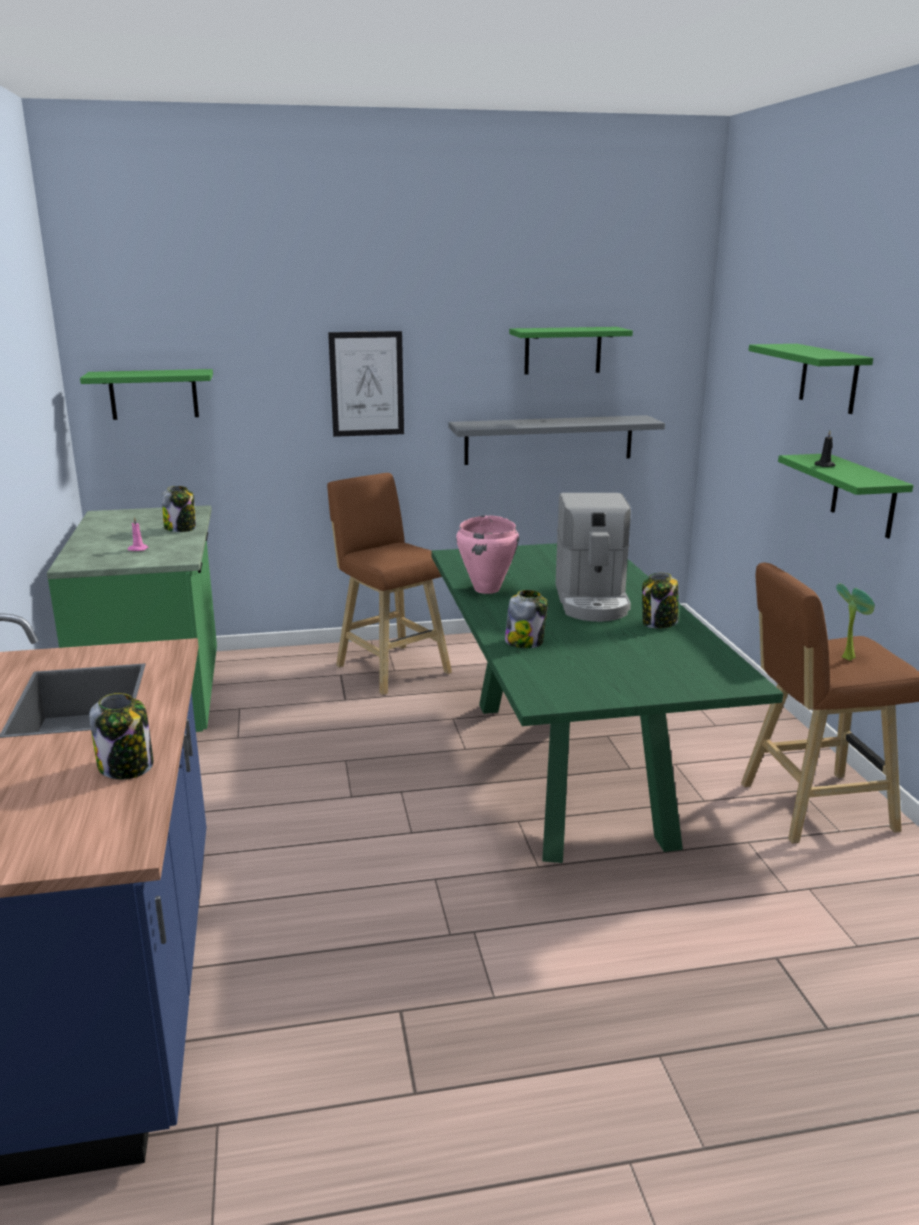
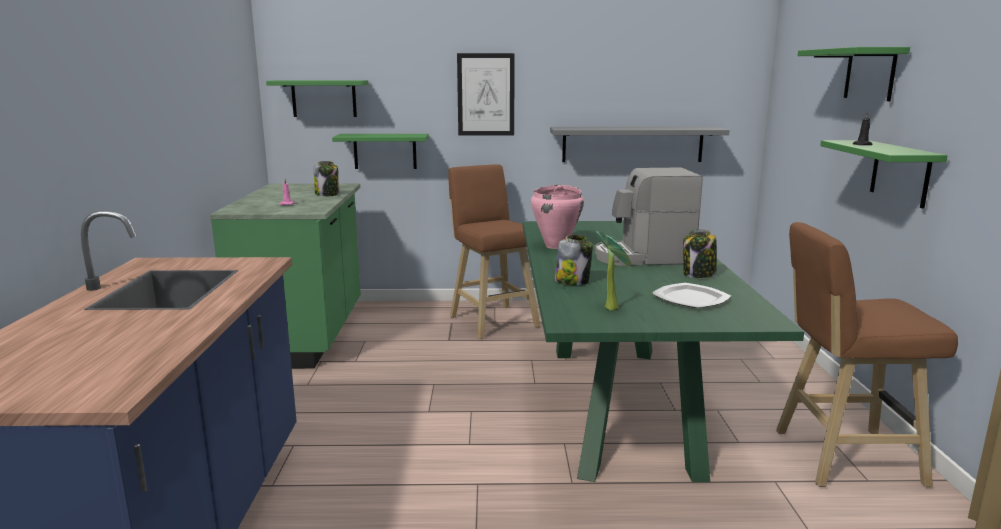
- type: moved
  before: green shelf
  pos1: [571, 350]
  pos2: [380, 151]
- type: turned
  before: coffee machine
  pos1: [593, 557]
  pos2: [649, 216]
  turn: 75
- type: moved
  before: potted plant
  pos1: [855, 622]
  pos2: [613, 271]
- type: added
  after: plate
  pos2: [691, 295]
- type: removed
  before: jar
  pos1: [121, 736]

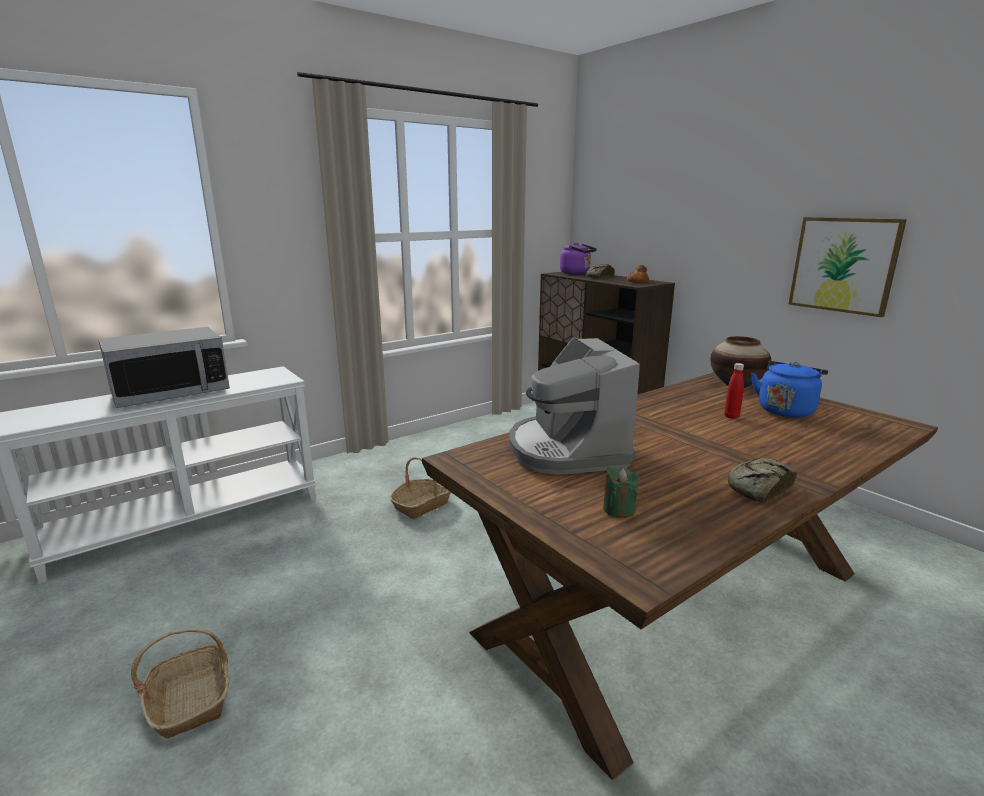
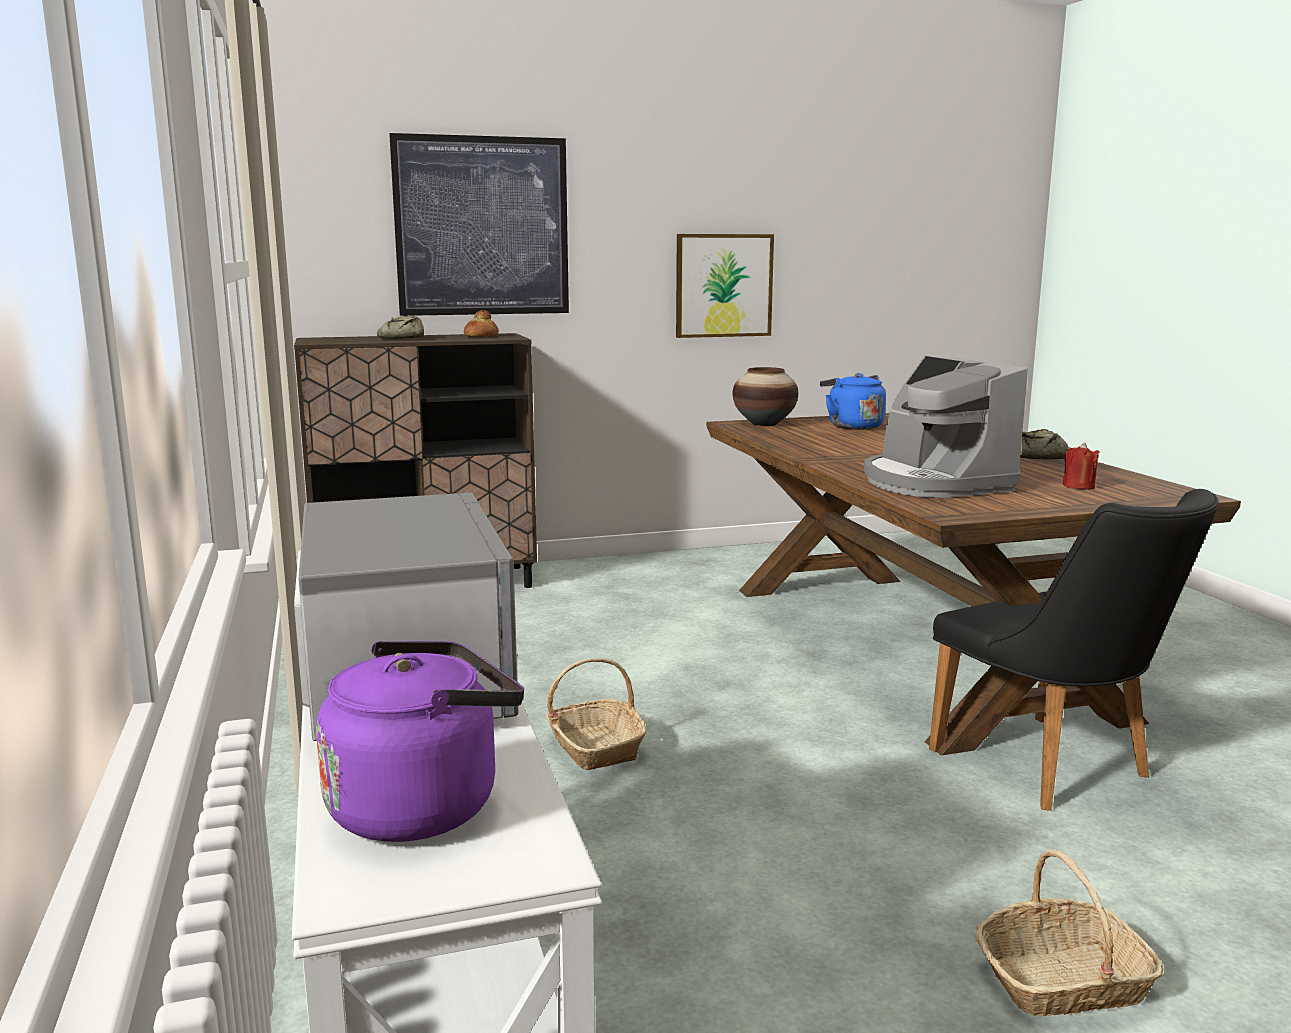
- type: moved
  before: purple kettle
  pos1: [578, 258]
  pos2: [420, 741]
- type: added
  after: picture
  pos2: [479, 224]
- type: turned
  before: coffee machine
  pos1: [574, 406]
  pos2: [946, 427]
  turn: 60
- type: added
  after: black chair
  pos2: [1074, 650]
- type: recoloured
  before: green candle
  after: red candle
  pos1: [620, 492]
  pos2: [1081, 466]
- type: removed
  before: red bottle
  pos1: [734, 391]

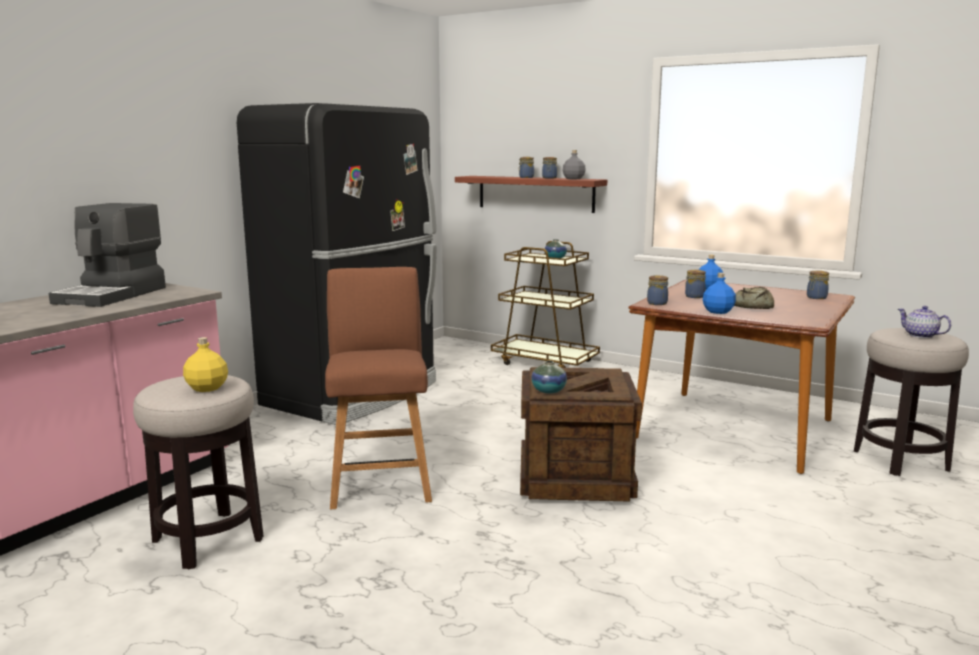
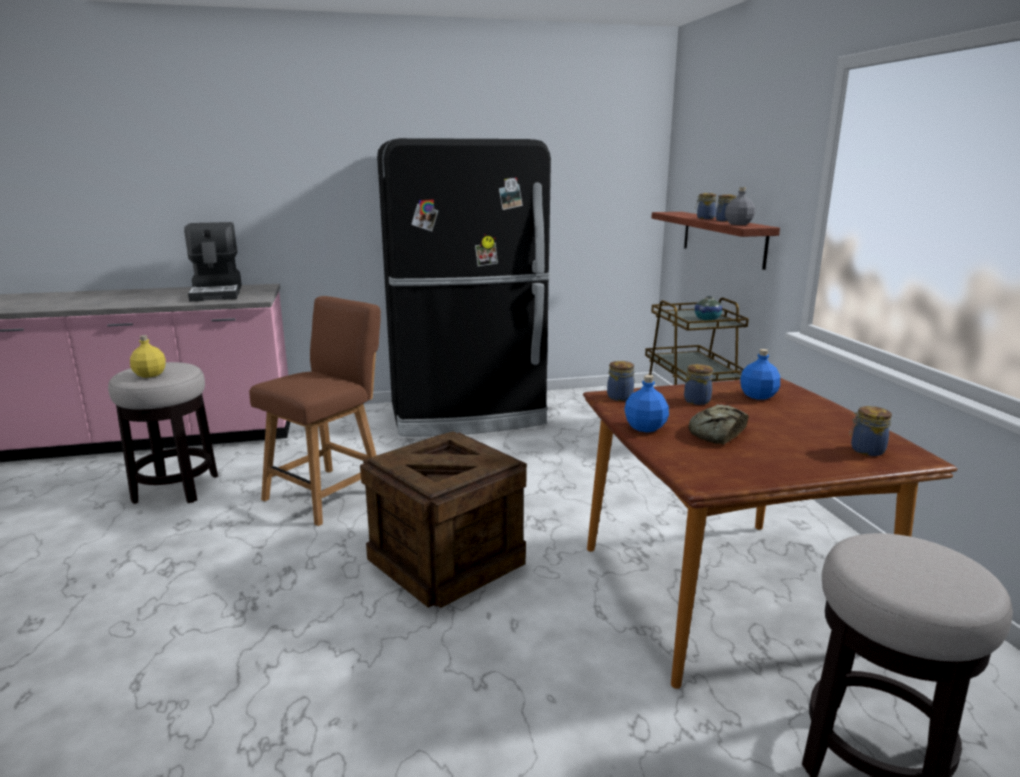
- type: turned
  before: coffee machine
  pos1: [107, 255]
  pos2: [213, 262]
  turn: -75
- type: removed
  before: vase
  pos1: [549, 377]
- type: removed
  before: teapot
  pos1: [924, 322]

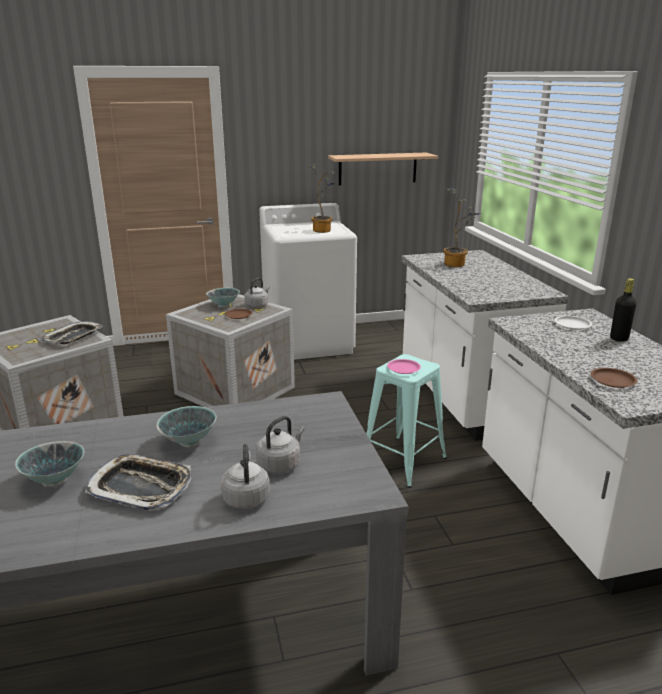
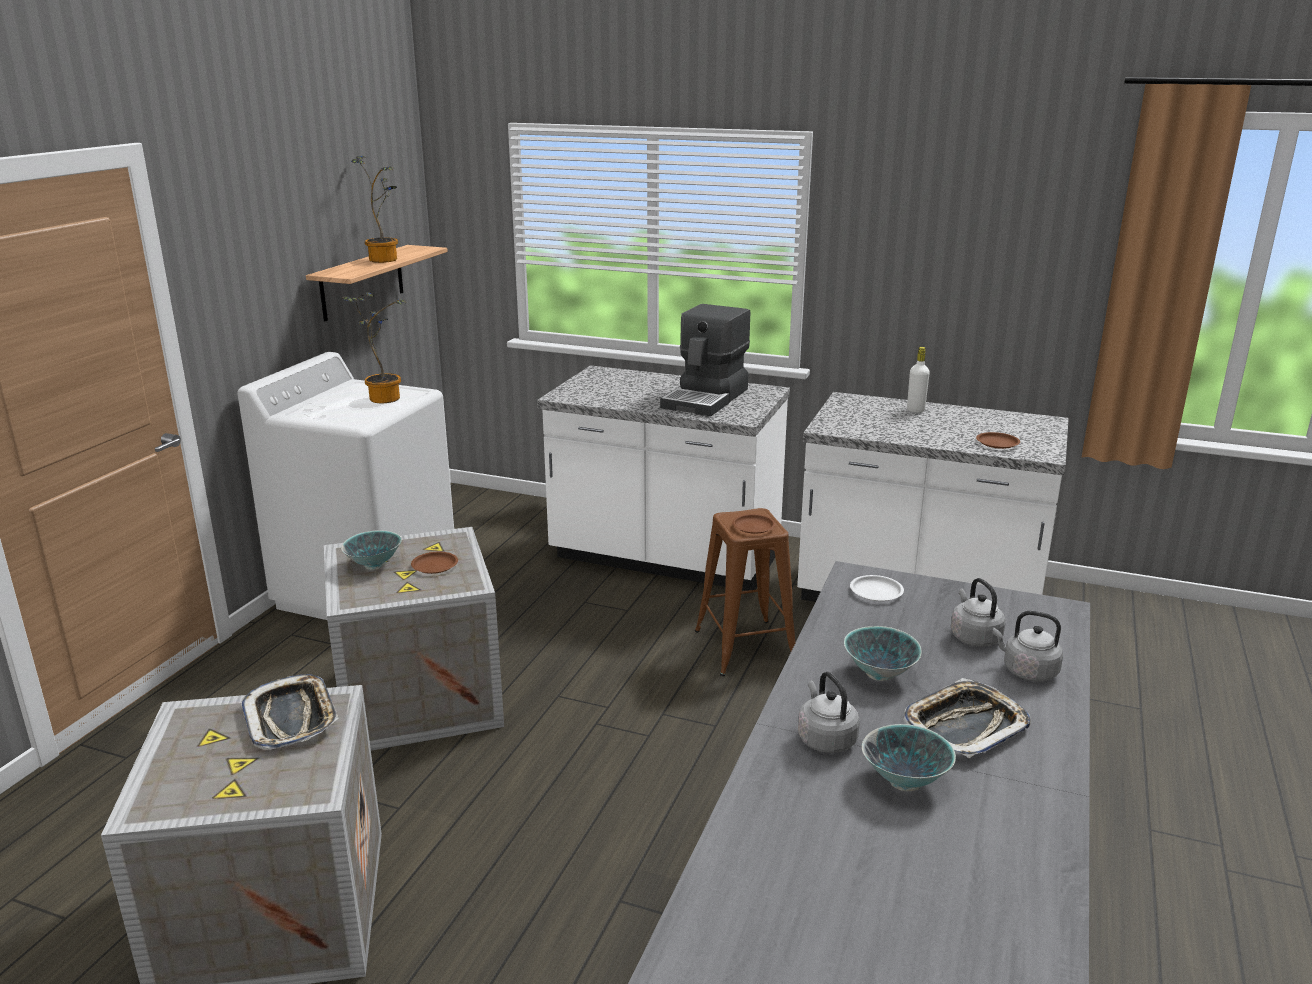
- type: moved
  before: potted plant
  pos1: [462, 227]
  pos2: [374, 209]
- type: added
  after: coffee machine
  pos2: [705, 360]
- type: recoloured
  before: turquoise stool
  after: brown stool
  pos1: [406, 421]
  pos2: [745, 592]
- type: recoloured
  before: pink plate
  after: brown plate
  pos1: [404, 366]
  pos2: [754, 524]
- type: moved
  before: grey kettle
  pos1: [257, 293]
  pos2: [829, 712]
- type: moved
  before: white plate
  pos1: [573, 323]
  pos2: [877, 588]
- type: recoloured
  before: black bottle
  after: white bottle
  pos1: [623, 310]
  pos2: [918, 380]

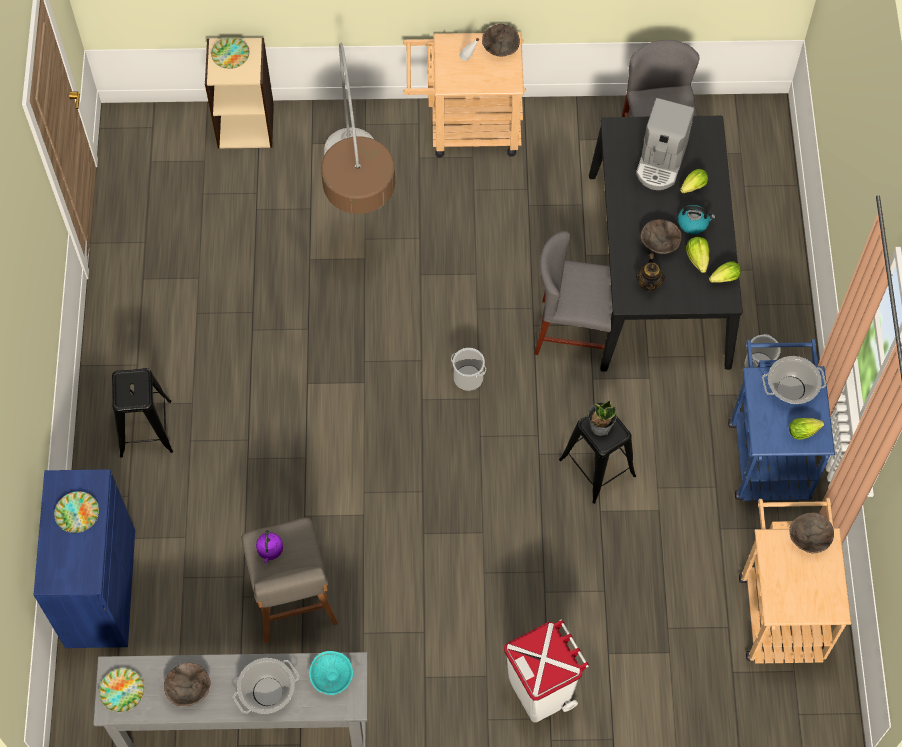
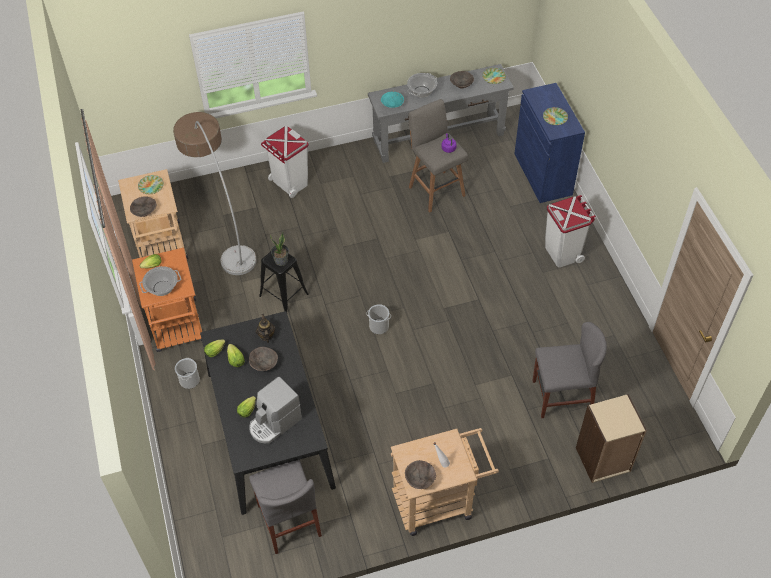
- type: recoloured
  before: blue cart
  after: orange cart
  pos1: [781, 420]
  pos2: [167, 299]
- type: moved
  before: plate
  pos1: [230, 53]
  pos2: [151, 184]
- type: moved
  before: floor lamp
  pos1: [358, 128]
  pos2: [214, 193]
- type: turned
  before: coffee machine
  pos1: [665, 144]
  pos2: [275, 410]
  turn: -135
- type: moved
  before: grey chair
  pos1: [573, 293]
  pos2: [569, 370]
- type: replaced
  before: black stool
  after: white trash can
  pos1: [142, 413]
  pos2: [570, 231]
- type: removed
  before: kettle
  pos1: [696, 219]

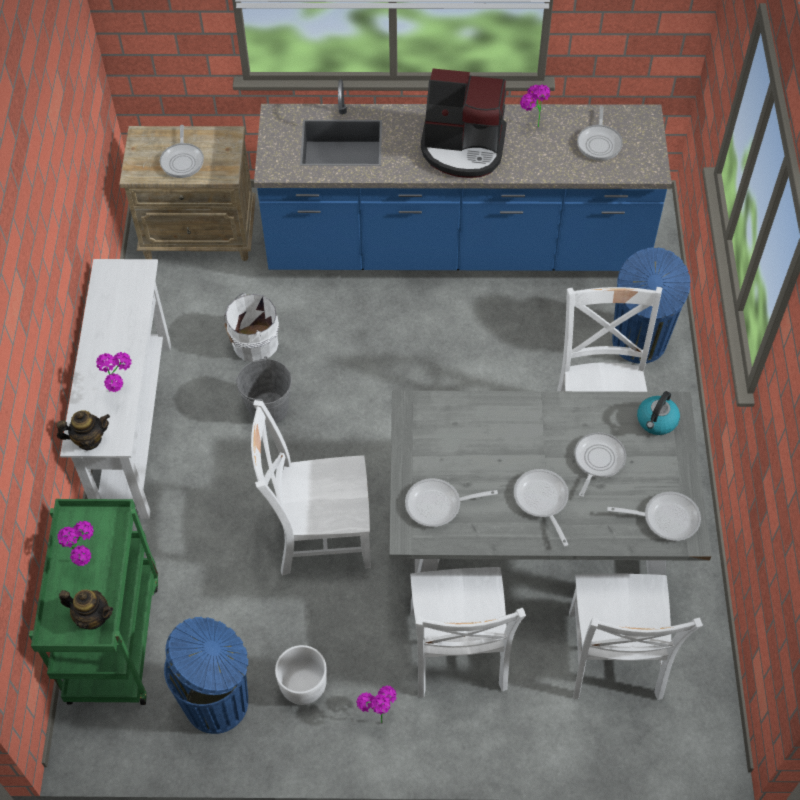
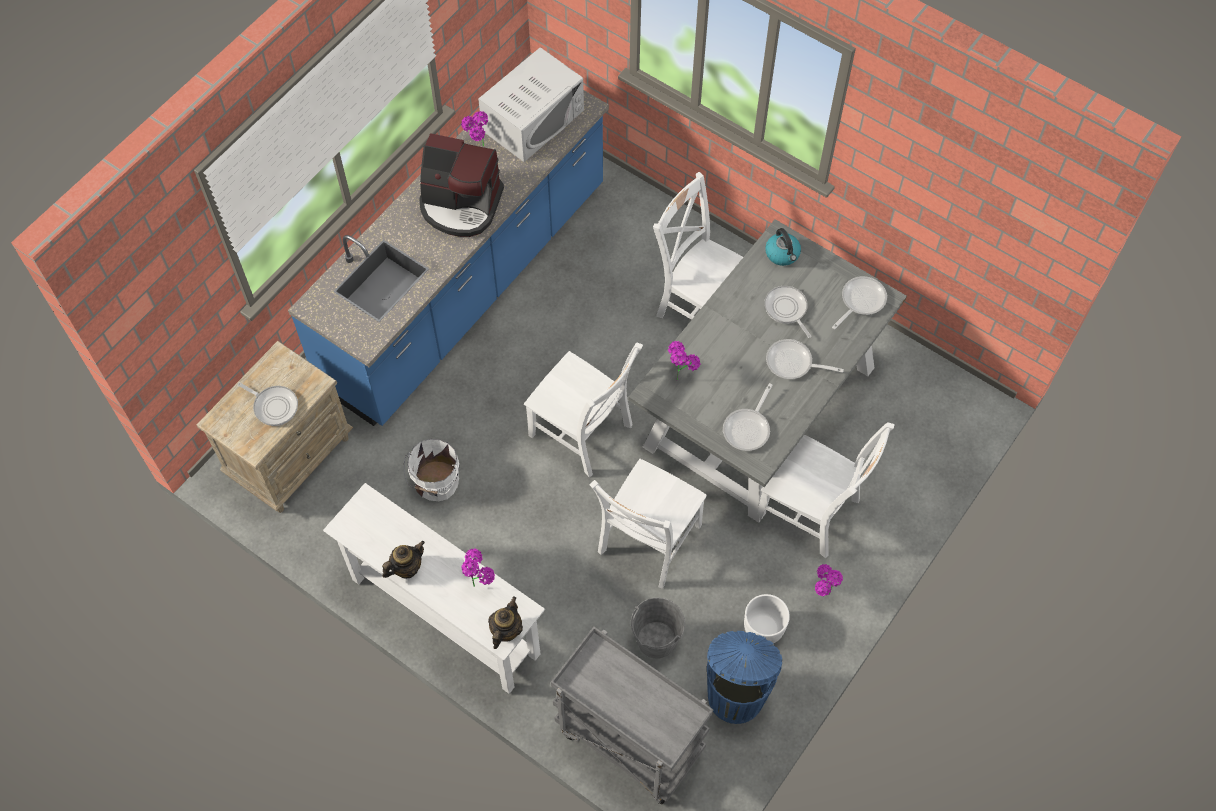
- type: moved
  before: teapot
  pos1: [86, 610]
  pos2: [403, 559]
- type: turned
  before: coffee machine
  pos1: [464, 123]
  pos2: [461, 185]
  turn: 60
- type: replaced
  before: frying pan
  after: white microwave
  pos1: [600, 133]
  pos2: [531, 104]
- type: moved
  before: white chair
  pos1: [636, 636]
  pos2: [583, 409]
- type: recoloured
  before: green cart
  after: grey cart
  pos1: [93, 602]
  pos2: [632, 716]
- type: moved
  before: grey bucket
  pos1: [263, 391]
  pos2: [658, 628]
- type: moved
  before: potted plant
  pos1: [75, 543]
  pos2: [684, 360]
- type: removed
  before: blue trash can
  pos1: [651, 305]

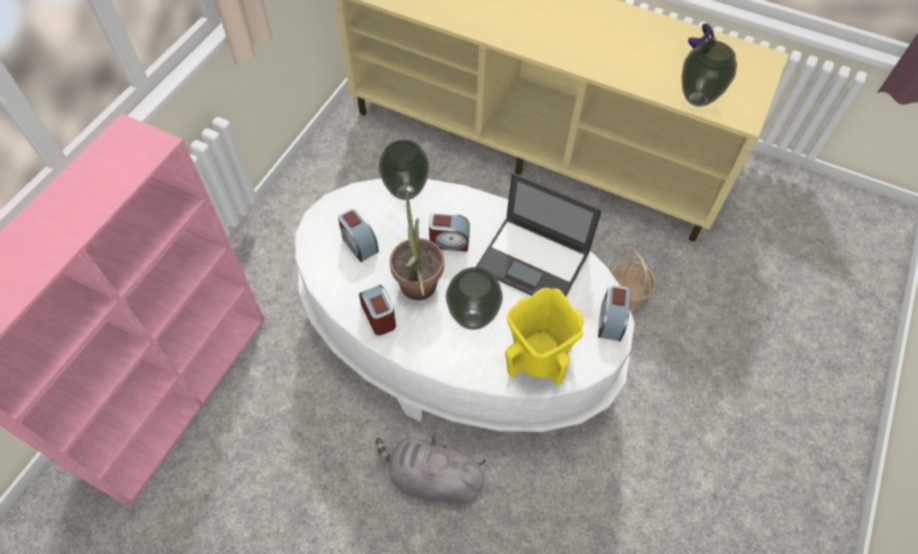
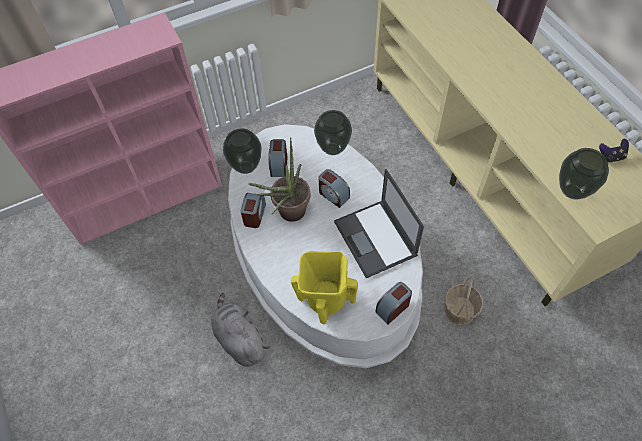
- type: moved
  before: vase
  pos1: [474, 298]
  pos2: [242, 151]

